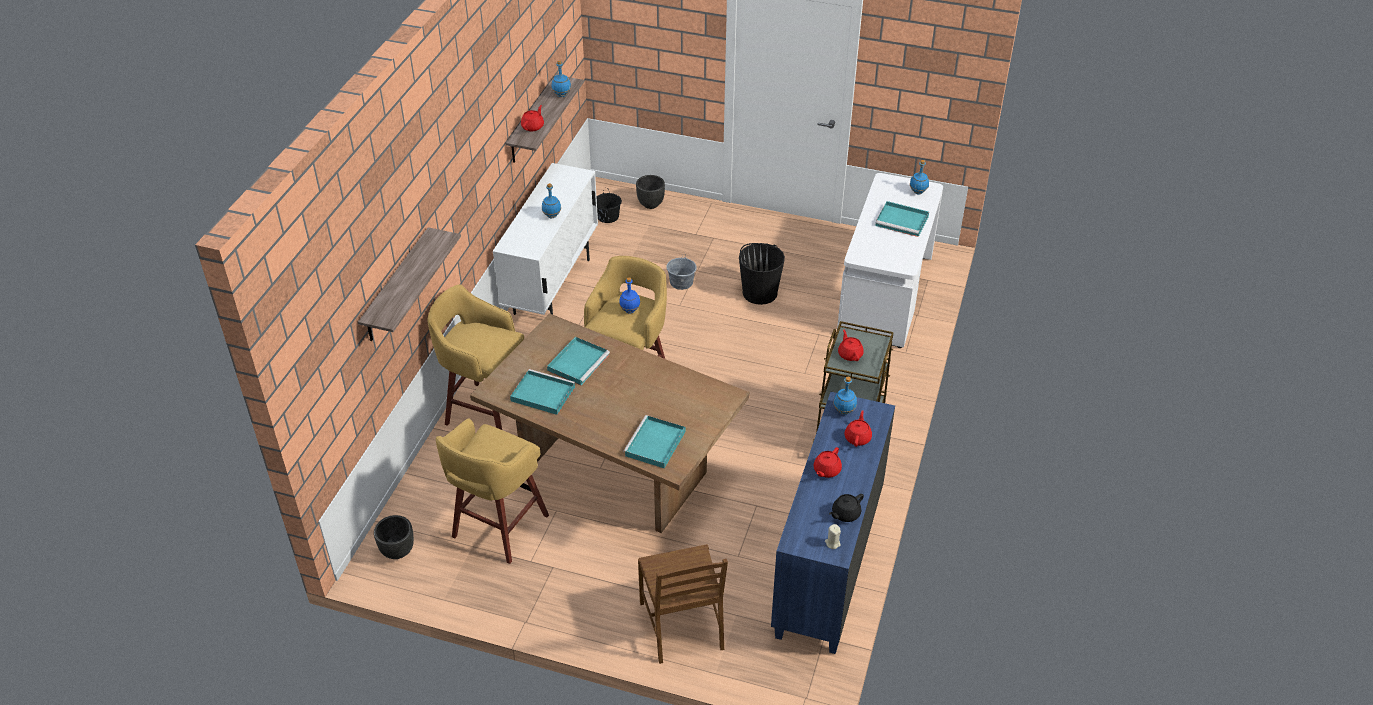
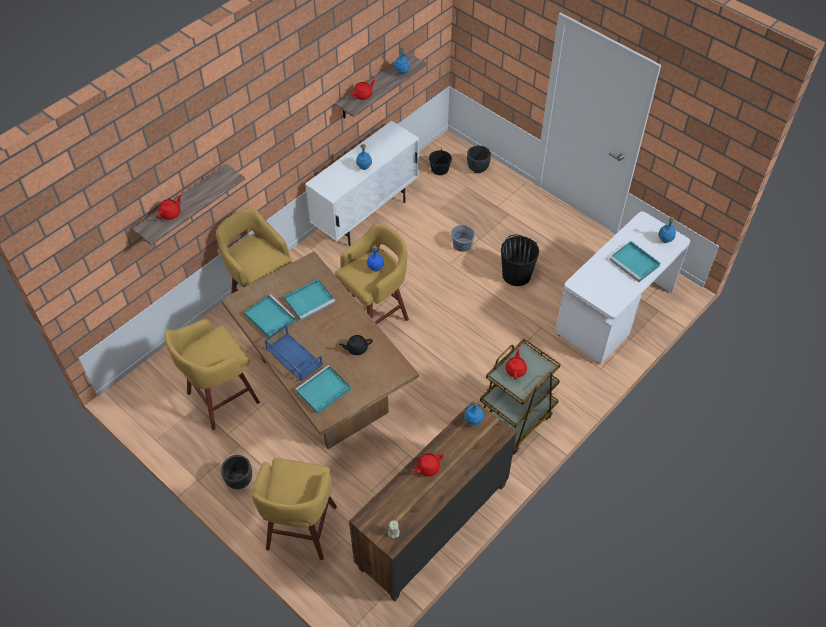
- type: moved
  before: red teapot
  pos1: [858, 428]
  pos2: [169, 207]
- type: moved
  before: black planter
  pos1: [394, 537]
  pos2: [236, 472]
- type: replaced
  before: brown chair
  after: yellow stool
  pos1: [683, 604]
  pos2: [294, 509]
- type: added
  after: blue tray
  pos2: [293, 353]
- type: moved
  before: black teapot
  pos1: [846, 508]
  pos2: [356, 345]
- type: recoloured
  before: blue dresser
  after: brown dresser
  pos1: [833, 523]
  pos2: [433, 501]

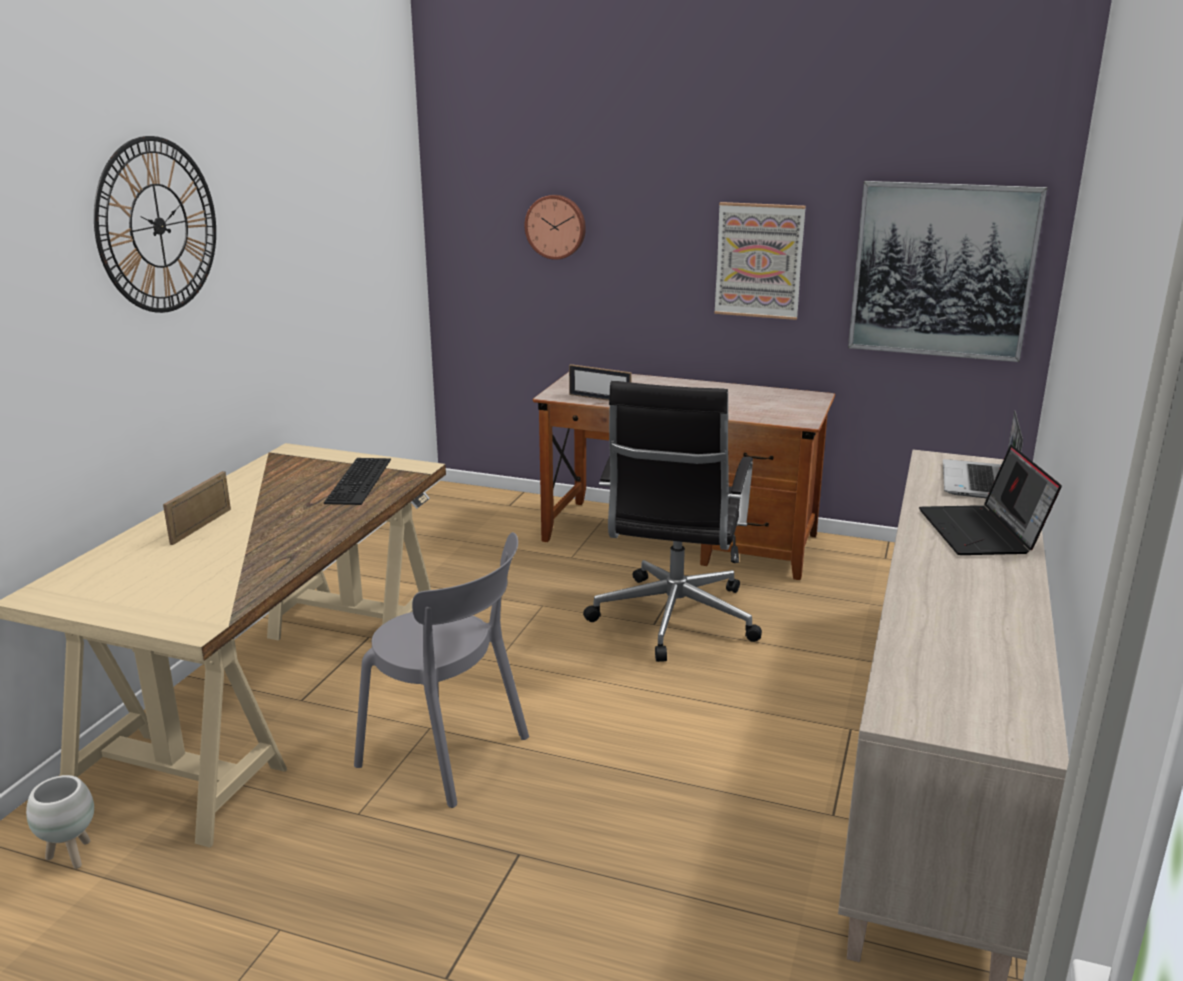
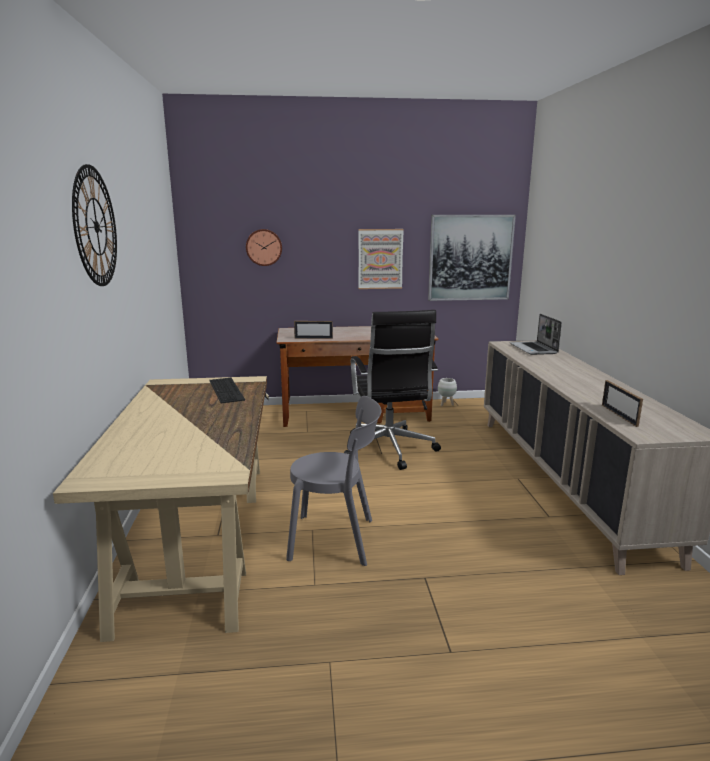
- type: moved
  before: white planter
  pos1: [60, 822]
  pos2: [447, 392]
- type: moved
  before: picture frame
  pos1: [197, 508]
  pos2: [622, 403]
- type: removed
  before: laptop
  pos1: [990, 500]

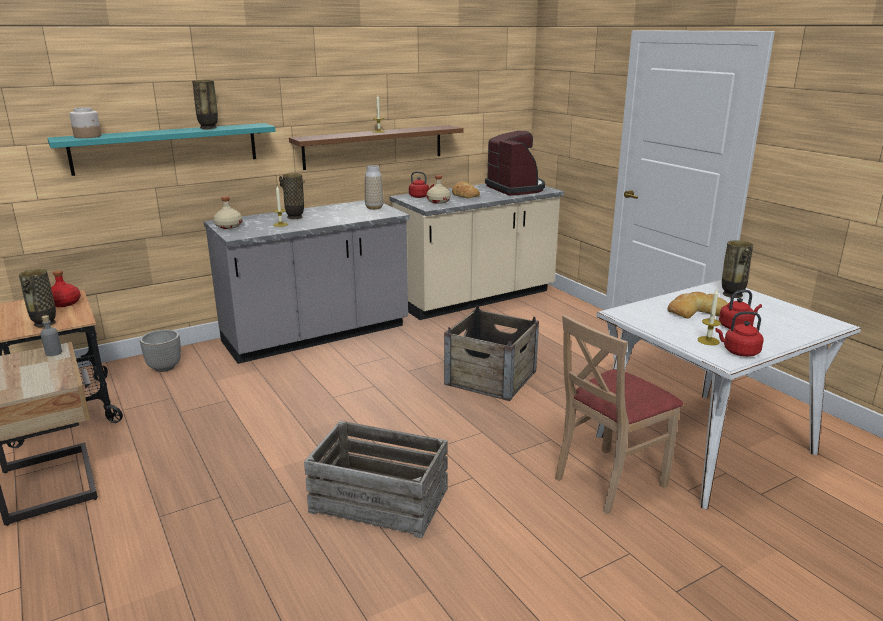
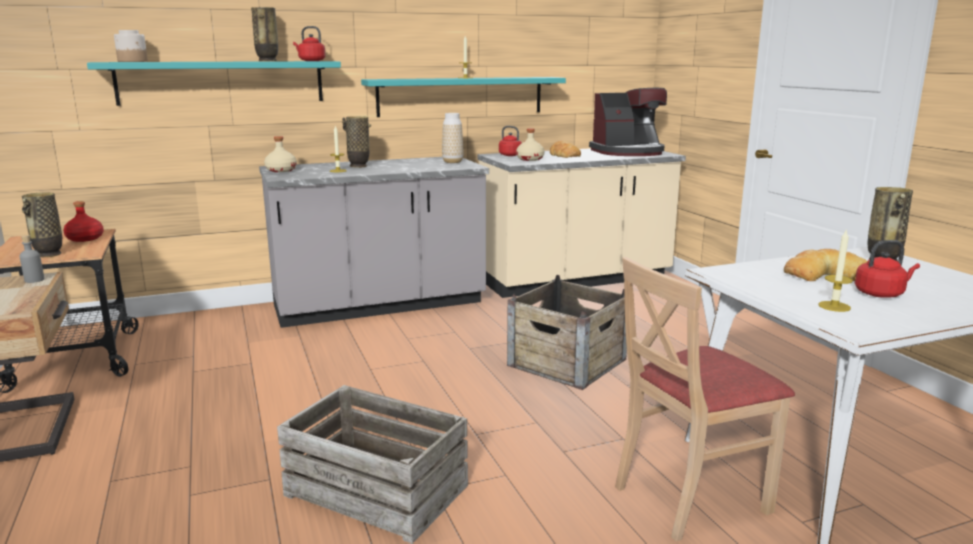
- type: moved
  before: red kettle
  pos1: [739, 334]
  pos2: [309, 43]
- type: recoloured
  before: brown shelf
  after: turquoise shelf
  pos1: [376, 147]
  pos2: [463, 97]
- type: turned
  before: coffee machine
  pos1: [515, 163]
  pos2: [628, 122]
  turn: 90
- type: removed
  before: planter
  pos1: [160, 350]

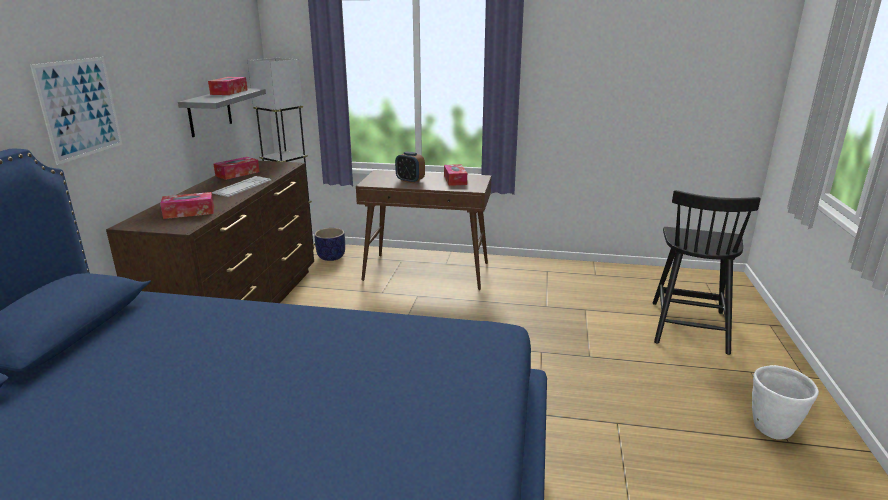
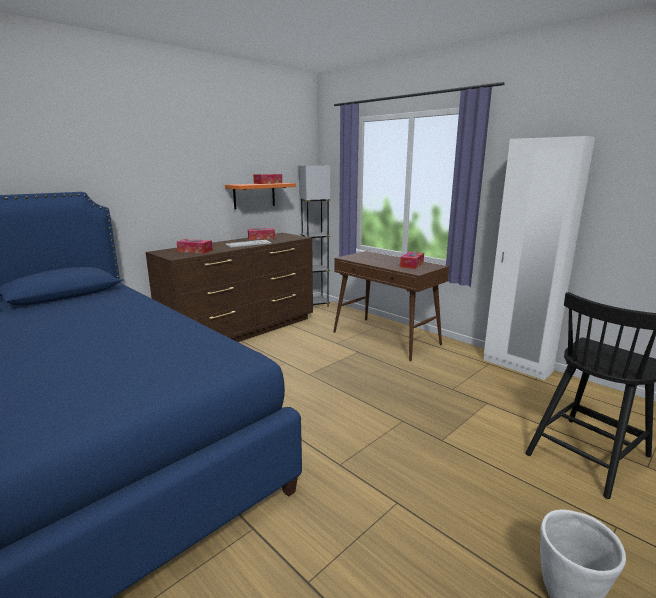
- type: recoloured
  before: grey shelf
  after: orange shelf
  pos1: [222, 112]
  pos2: [260, 196]
- type: added
  after: white wardrobe
  pos2: [539, 258]
- type: removed
  before: picture
  pos1: [76, 111]
- type: removed
  before: planter
  pos1: [329, 244]
- type: removed
  before: alarm clock
  pos1: [410, 167]

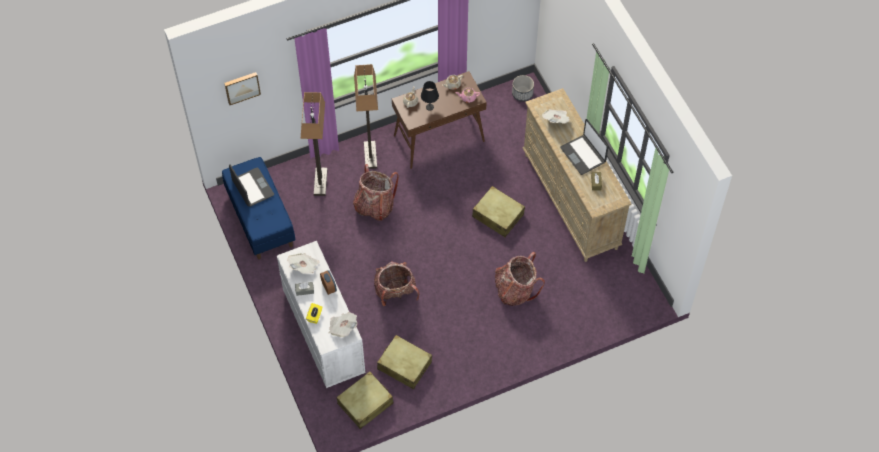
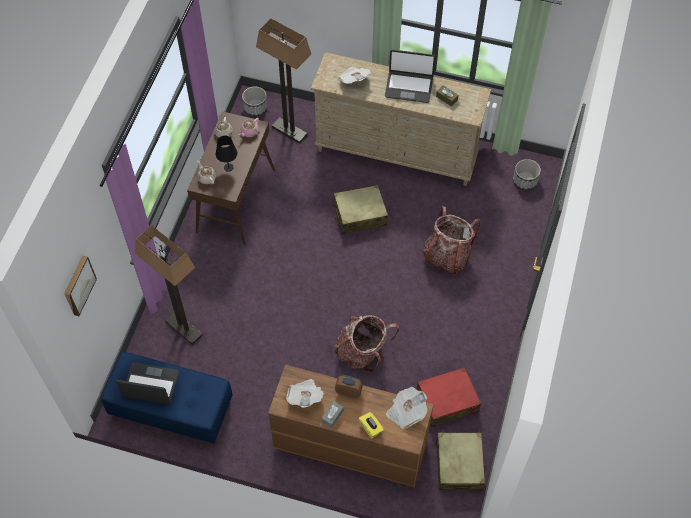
- type: moved
  before: floor lamp
  pos1: [366, 116]
  pos2: [283, 81]
- type: recoloured
  before: white dresser
  after: brown dresser
  pos1: [321, 314]
  pos2: [351, 426]
- type: recoloured
  before: beige suitcase
  after: red suitcase
  pos1: [404, 362]
  pos2: [448, 397]
- type: added
  after: planter
  pos2: [527, 174]
- type: removed
  before: backpack
  pos1: [376, 192]

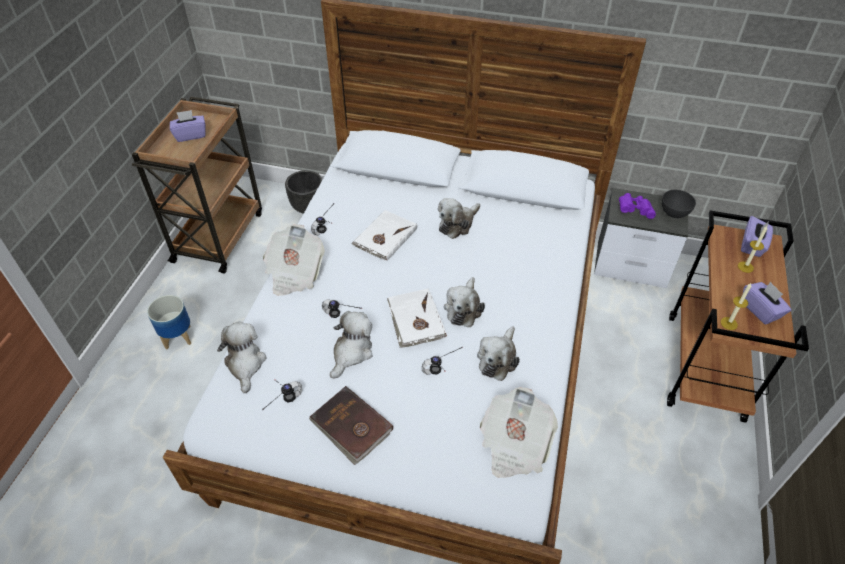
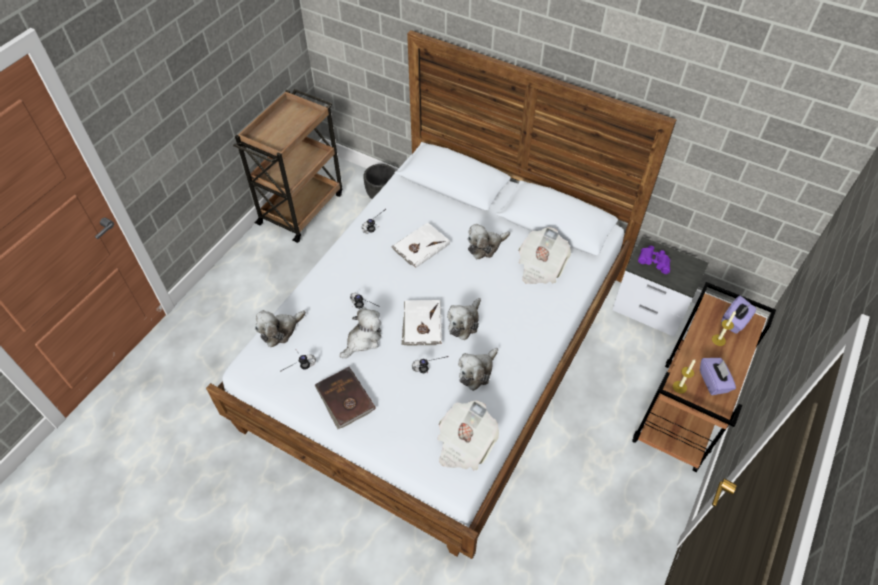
- type: turned
  before: plush toy
  pos1: [242, 357]
  pos2: [280, 328]
  turn: -135
- type: moved
  before: newspaper
  pos1: [294, 260]
  pos2: [545, 255]
- type: removed
  before: planter
  pos1: [169, 322]
- type: removed
  before: purple tissue box
  pos1: [187, 126]
- type: removed
  before: grey bowl
  pos1: [679, 204]

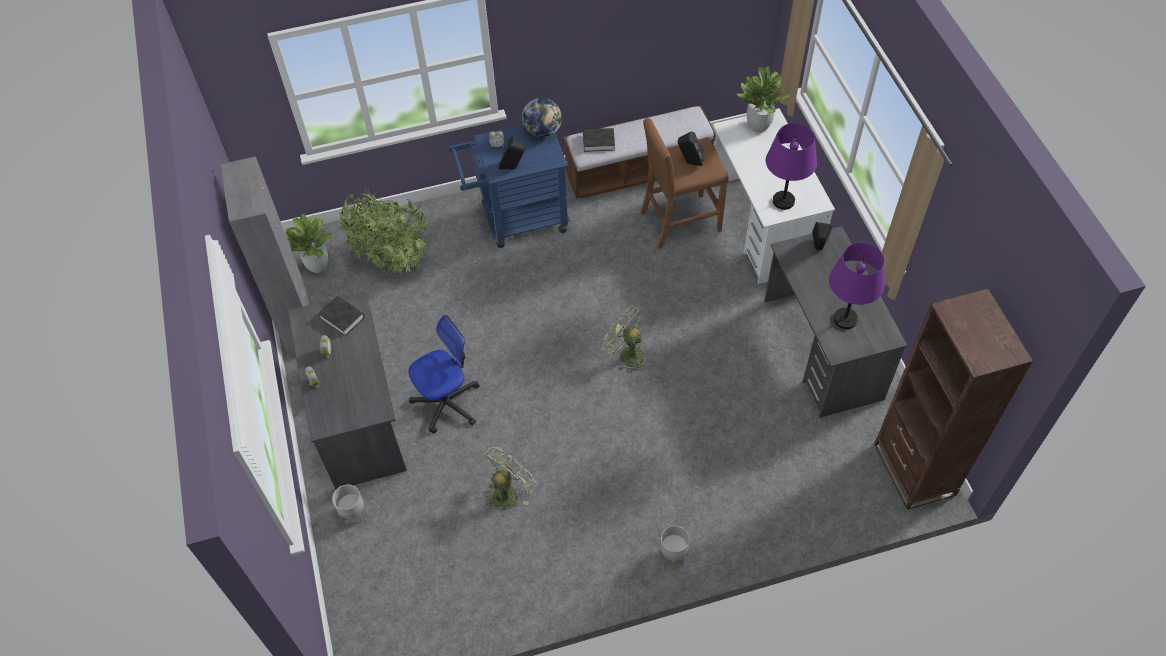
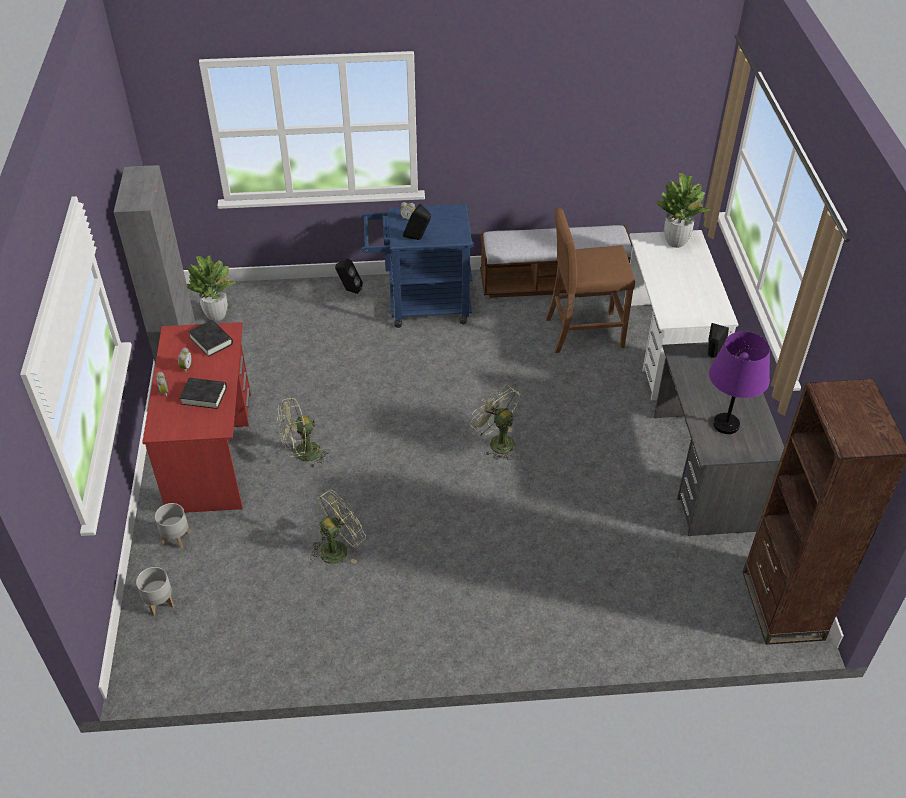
- type: moved
  before: grey planter
  pos1: [675, 547]
  pos2: [155, 591]
- type: recoloured
  before: grey desk
  after: red desk
  pos1: [347, 390]
  pos2: [196, 417]
- type: moved
  before: black book
  pos1: [599, 140]
  pos2: [203, 393]
- type: replaced
  before: office chair
  after: green fan
  pos1: [444, 374]
  pos2: [303, 432]
- type: moved
  before: black speaker
  pos1: [691, 148]
  pos2: [349, 276]
- type: removed
  before: potted plant
  pos1: [383, 233]
- type: removed
  before: globe
  pos1: [542, 118]
- type: removed
  before: purple table lamp
  pos1: [791, 166]

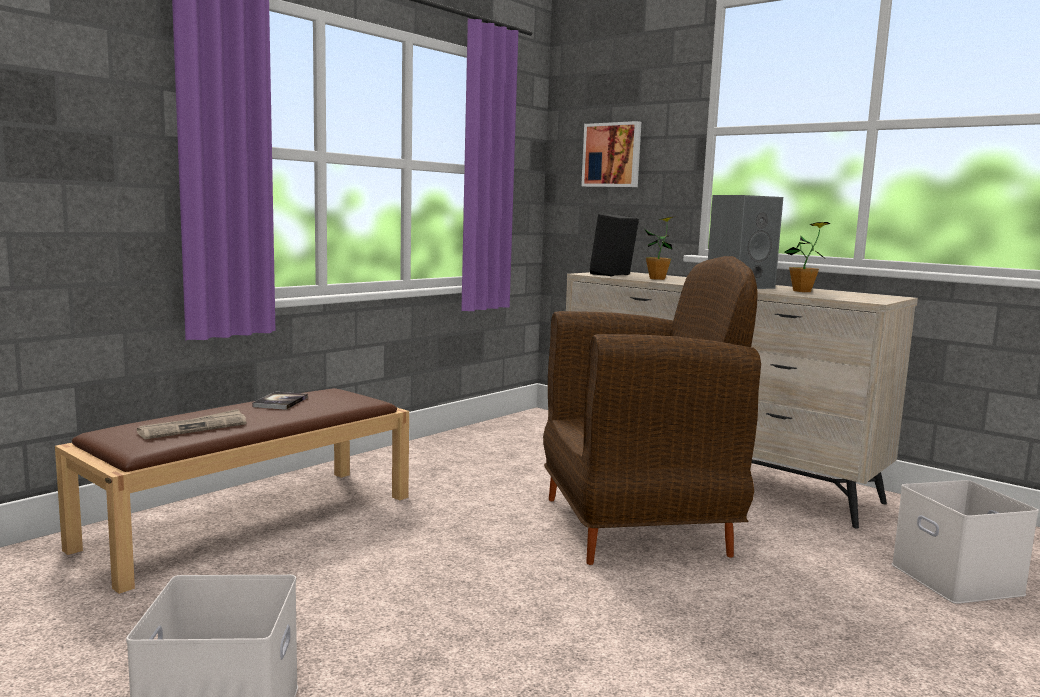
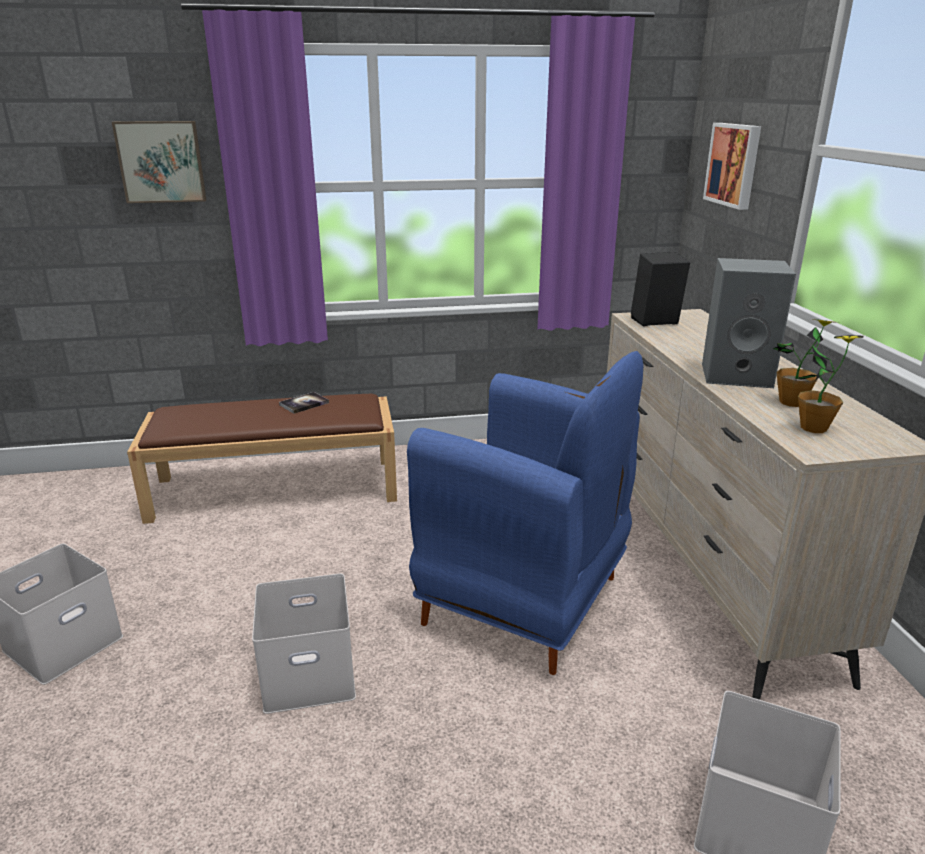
- type: added
  after: picture
  pos2: [159, 162]
- type: added
  after: white storage box
  pos2: [304, 643]
- type: recoloured
  before: brown armchair
  after: blue armchair
  pos1: [652, 410]
  pos2: [525, 513]
- type: moved
  before: potted plant
  pos1: [659, 248]
  pos2: [829, 384]
- type: removed
  before: newspaper
  pos1: [191, 424]

